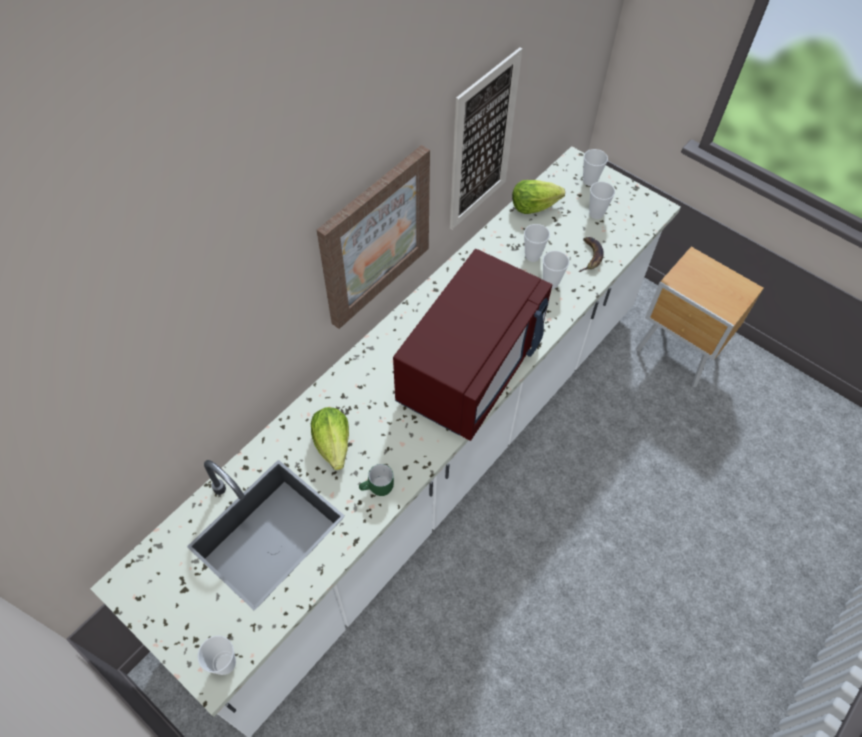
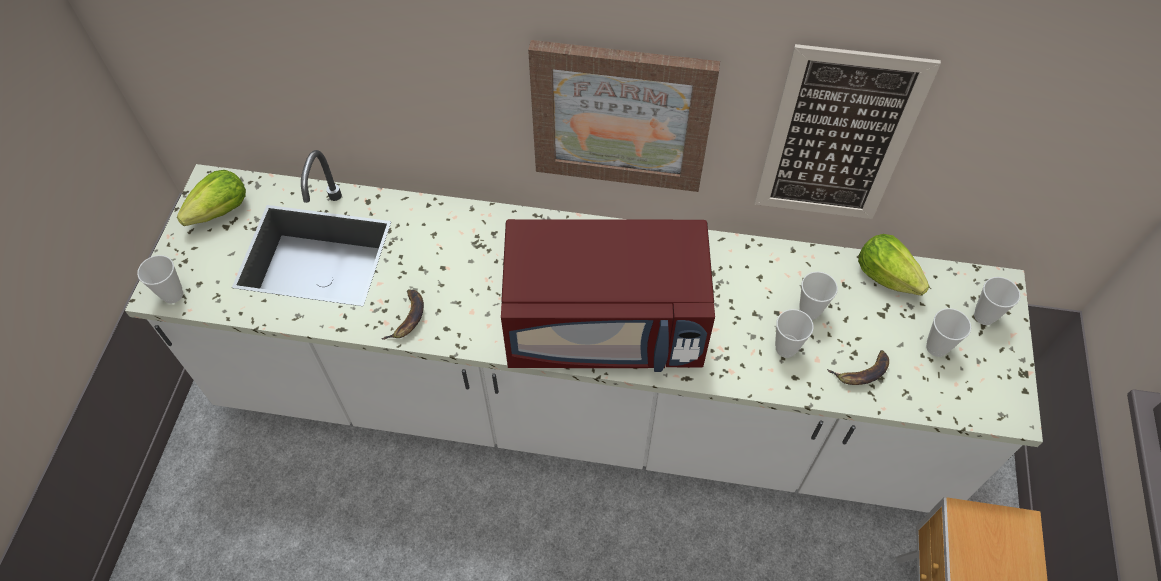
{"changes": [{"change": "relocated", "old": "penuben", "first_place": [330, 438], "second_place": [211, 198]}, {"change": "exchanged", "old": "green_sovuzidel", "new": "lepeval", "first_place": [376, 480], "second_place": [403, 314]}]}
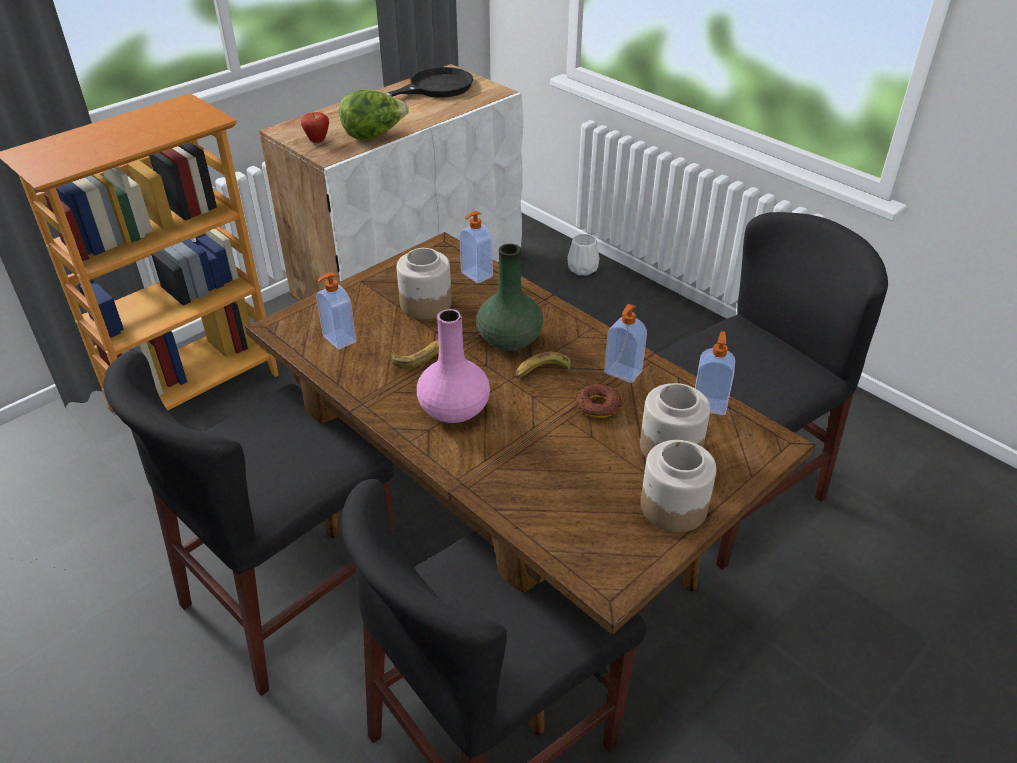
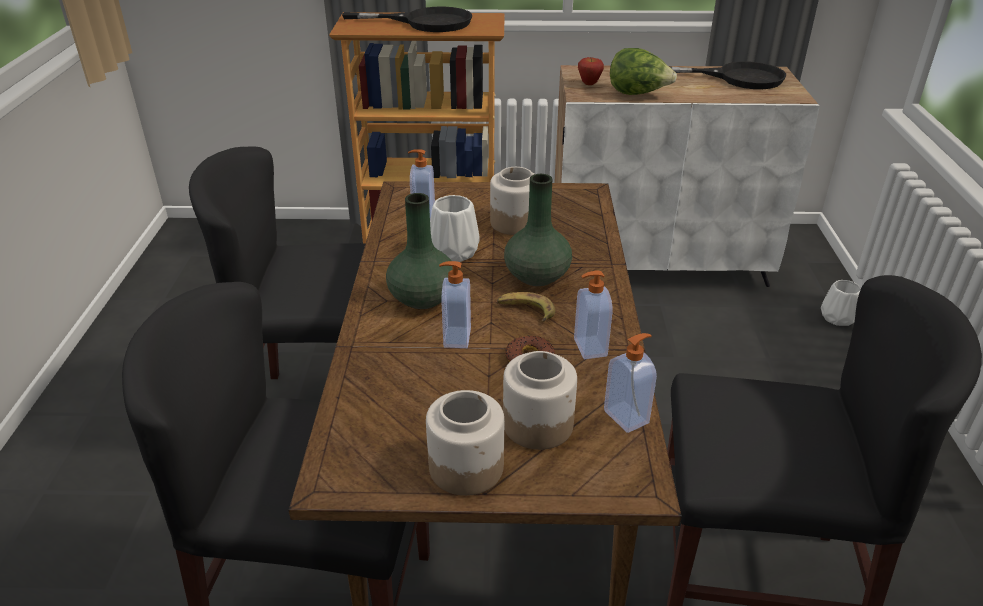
{"changes": [{"change": "appeared", "new": "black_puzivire", "second_place": [407, 19]}, {"change": "colour", "old": "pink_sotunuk", "new": "green_sotunuk", "first_place": [453, 366], "second_place": [419, 251]}, {"change": "exchanged", "old": "lepeval", "new": "white_sotunuk", "first_place": [414, 355], "second_place": [455, 228]}, {"change": "relocated", "old": "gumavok", "first_place": [476, 247], "second_place": [455, 304]}]}
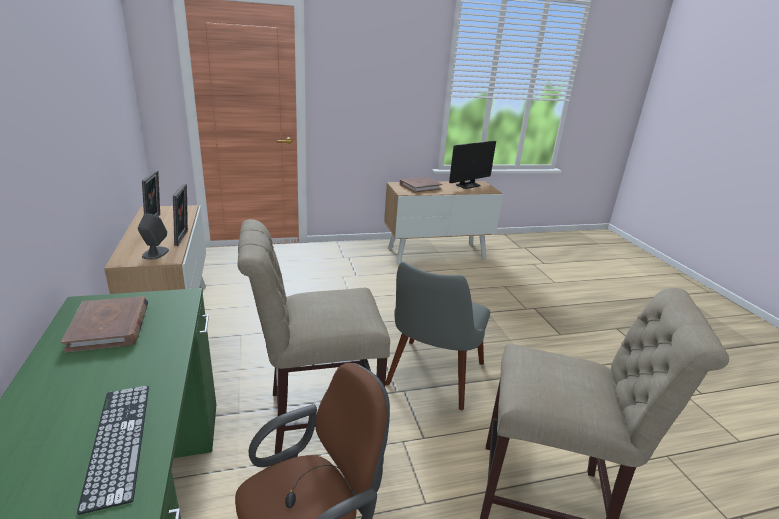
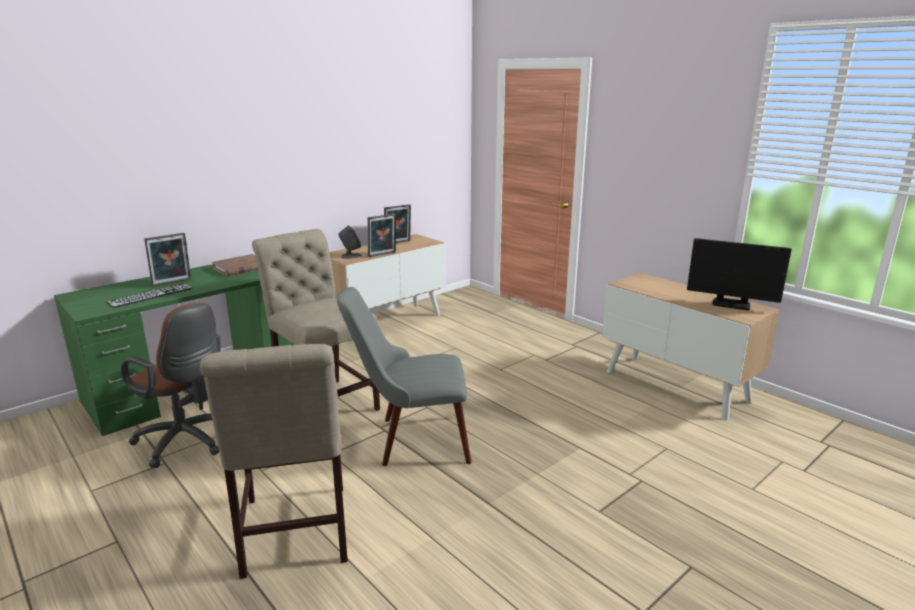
{"changes": [{"change": "appeared", "new": "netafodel", "second_place": [167, 259]}, {"change": "missing", "old": "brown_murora", "first_place": [421, 185]}]}
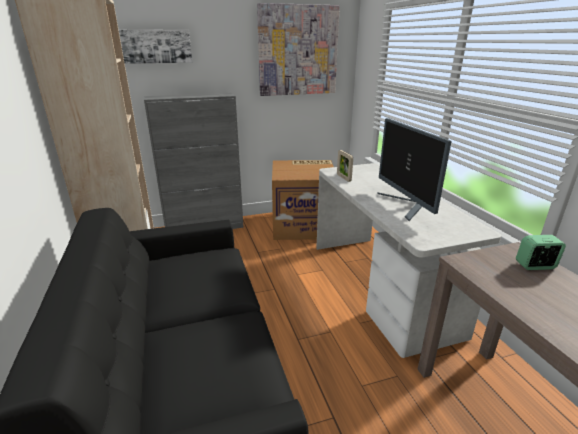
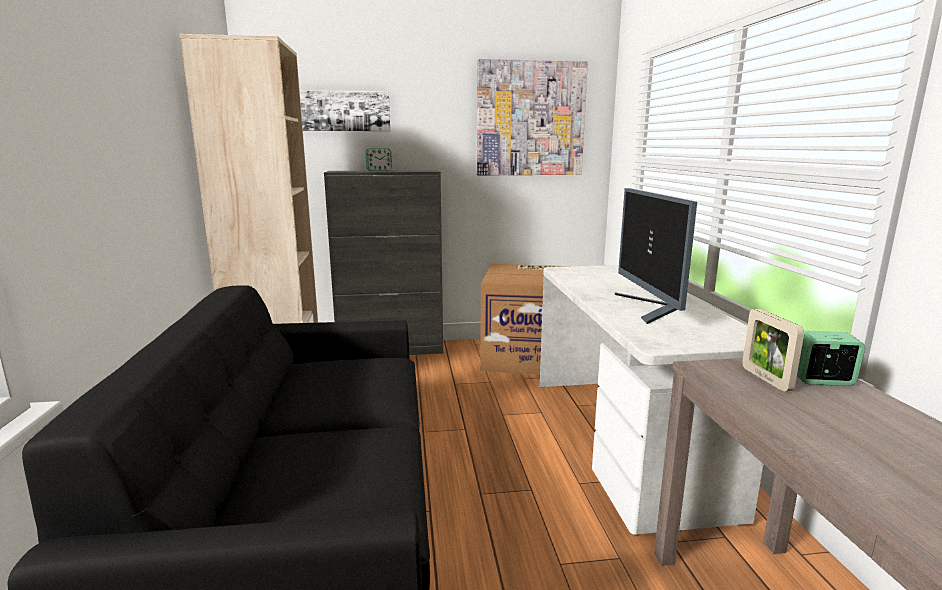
{"changes": [{"change": "appeared", "new": "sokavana", "second_place": [379, 159]}, {"change": "relocated", "old": "netafodel", "first_place": [345, 166], "second_place": [773, 350]}]}
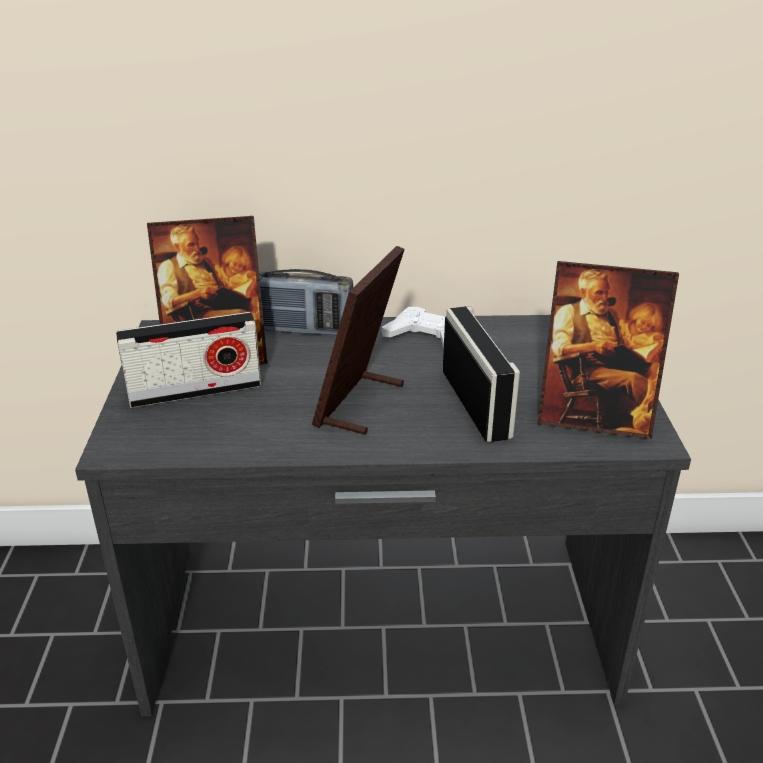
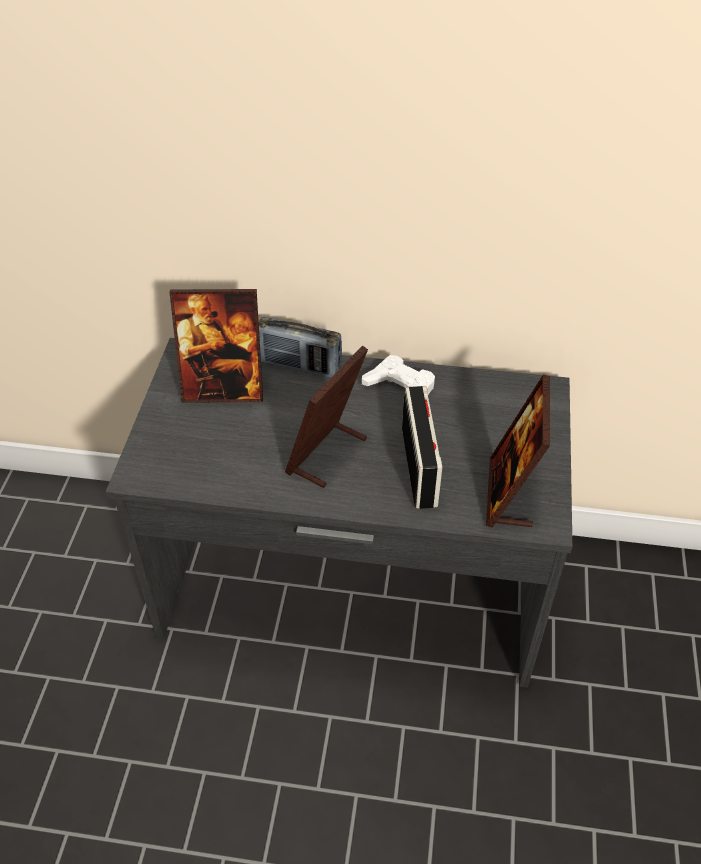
{"changes": [{"change": "spun", "old": "netafodel", "first_place": [608, 350], "second_place": [518, 451], "degrees": 75}, {"change": "missing", "old": "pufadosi", "first_place": [188, 360]}]}
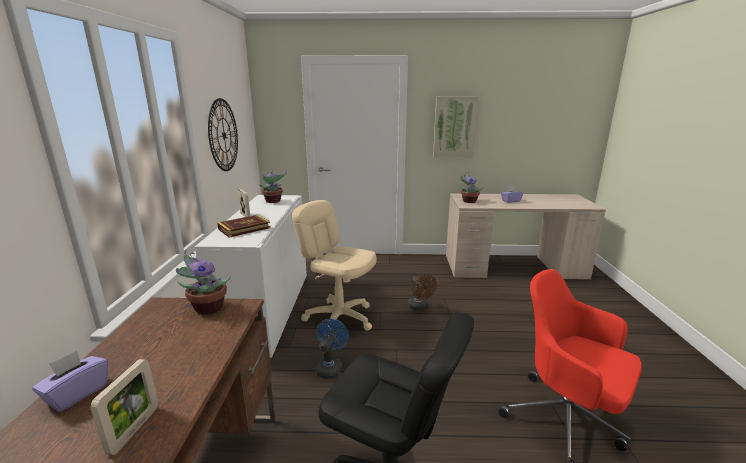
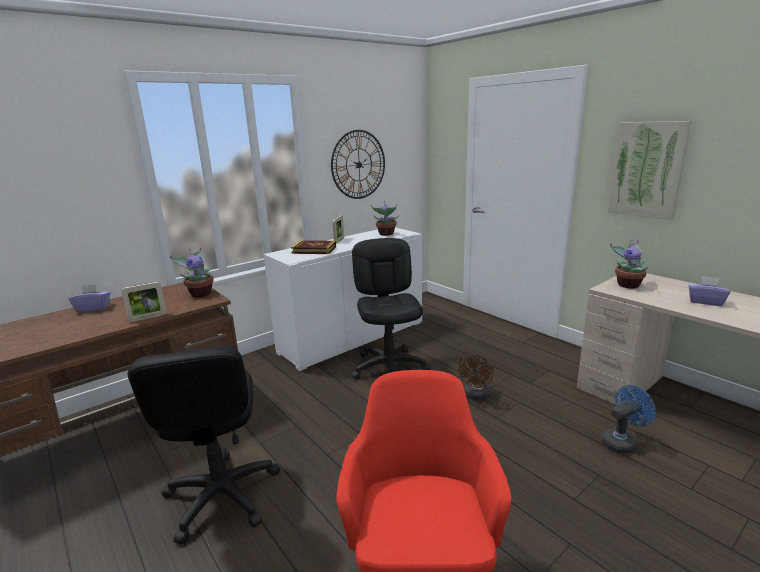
{"changes": [{"change": "relocated", "old": "netafodel", "first_place": [124, 407], "second_place": [144, 302]}, {"change": "colour", "old": "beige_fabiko", "new": "black_fabiko", "first_place": [334, 268], "second_place": [390, 309]}, {"change": "relocated", "old": "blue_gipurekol", "first_place": [332, 349], "second_place": [628, 419]}]}
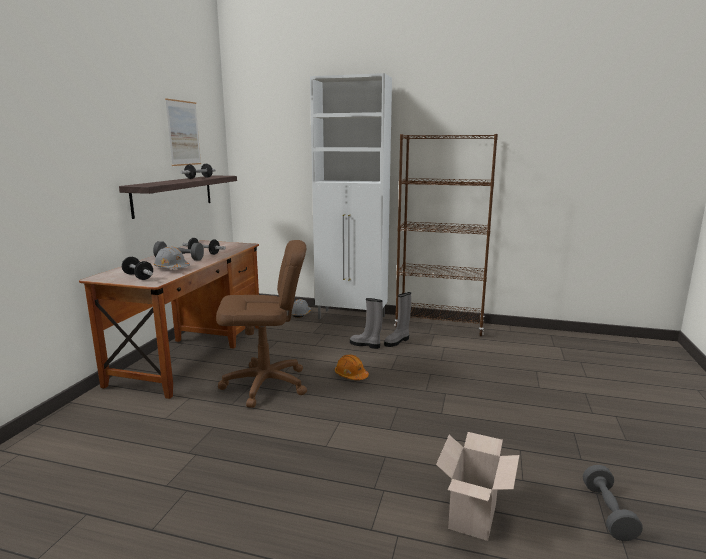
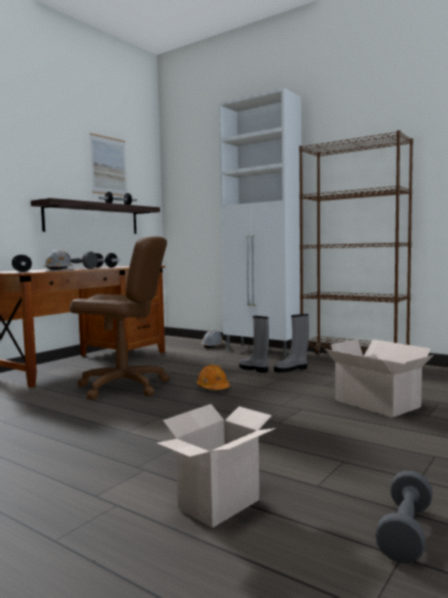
{"changes": [{"change": "appeared", "new": "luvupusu", "second_place": [379, 378]}]}
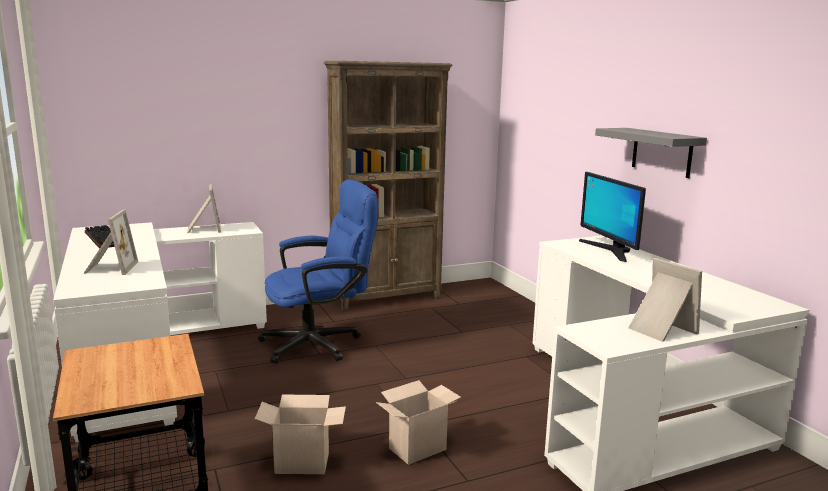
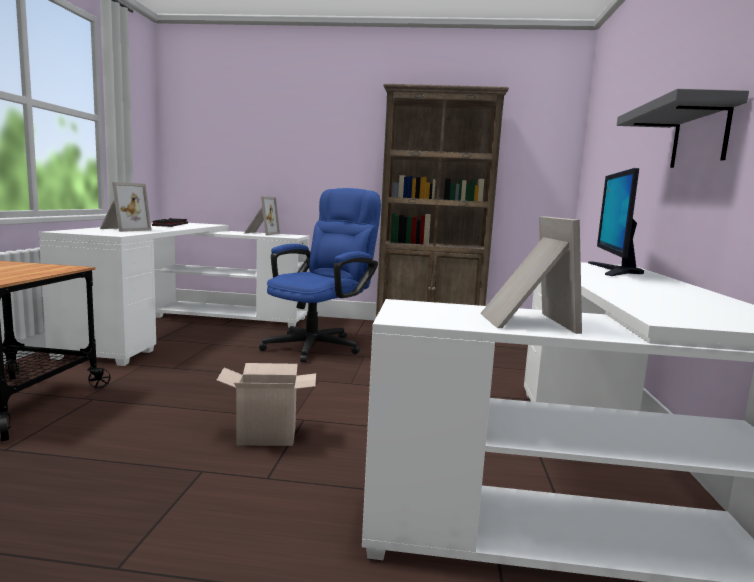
{"changes": [{"change": "spun", "old": "blue_fabiko", "first_place": [318, 271], "second_place": [320, 275], "degrees": -60}, {"change": "missing", "old": "luvupusu", "first_place": [300, 434]}]}
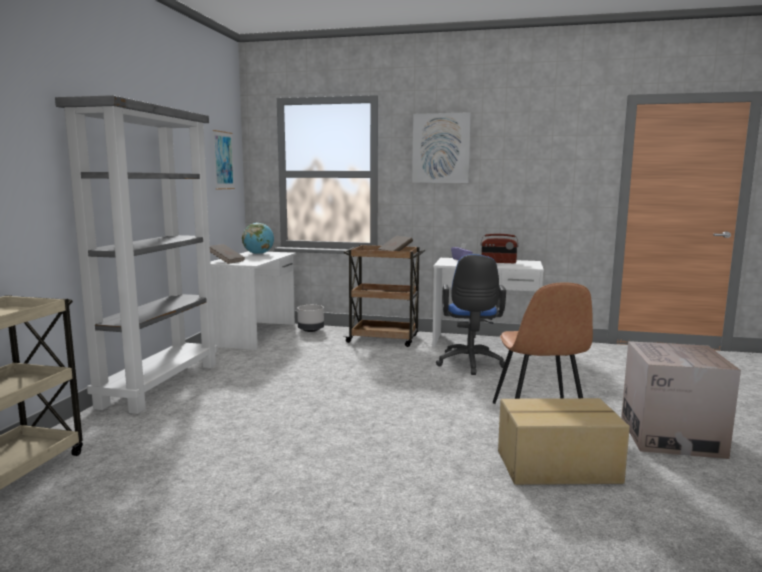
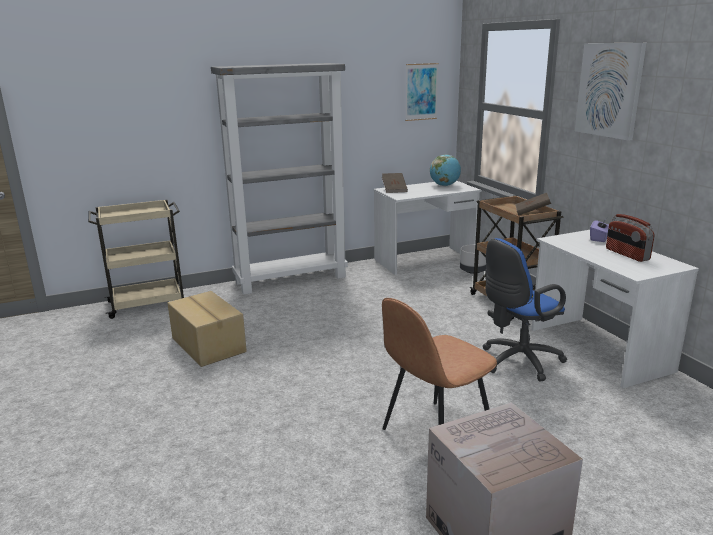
{"changes": [{"change": "relocated", "old": "luvupusu", "first_place": [564, 441], "second_place": [207, 329]}]}
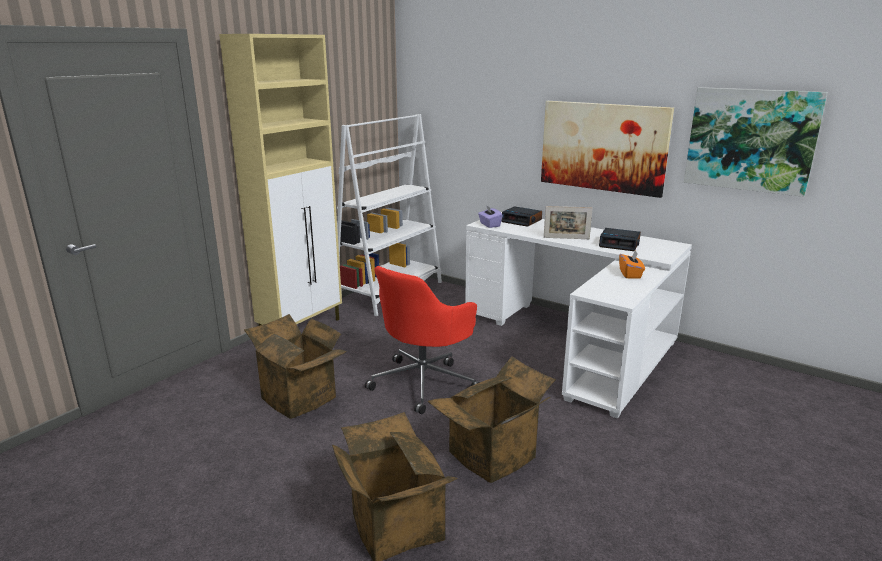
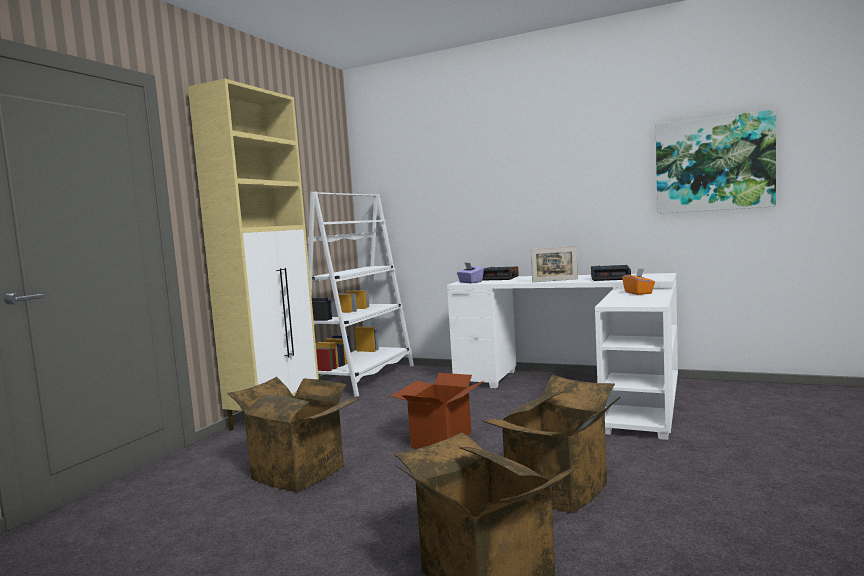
{"changes": [{"change": "exchanged", "old": "red_fabiko", "new": "luvupusu", "first_place": [422, 340], "second_place": [437, 411]}, {"change": "missing", "old": "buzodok", "first_place": [607, 149]}]}
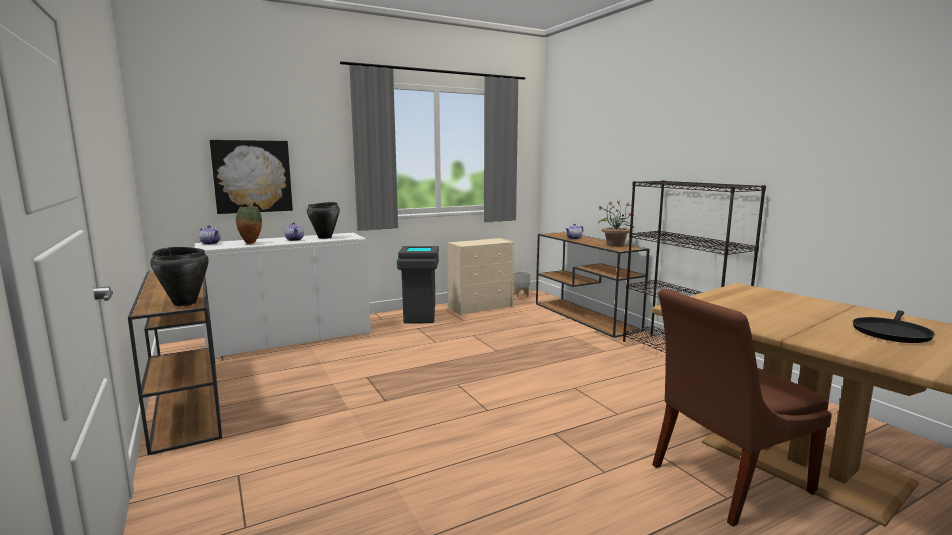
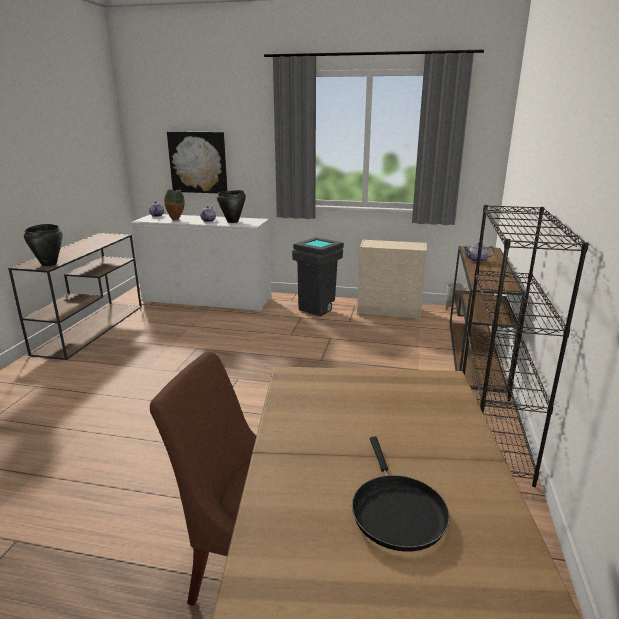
{"changes": [{"change": "spun", "old": "black_puzivire", "first_place": [894, 326], "second_place": [401, 494], "degrees": -90}, {"change": "missing", "old": "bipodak", "first_place": [616, 224]}]}
